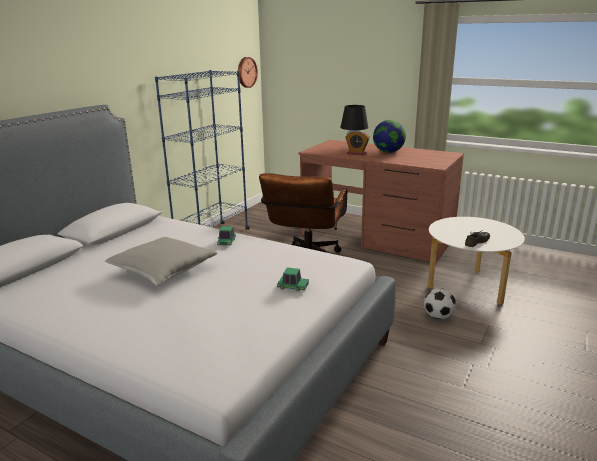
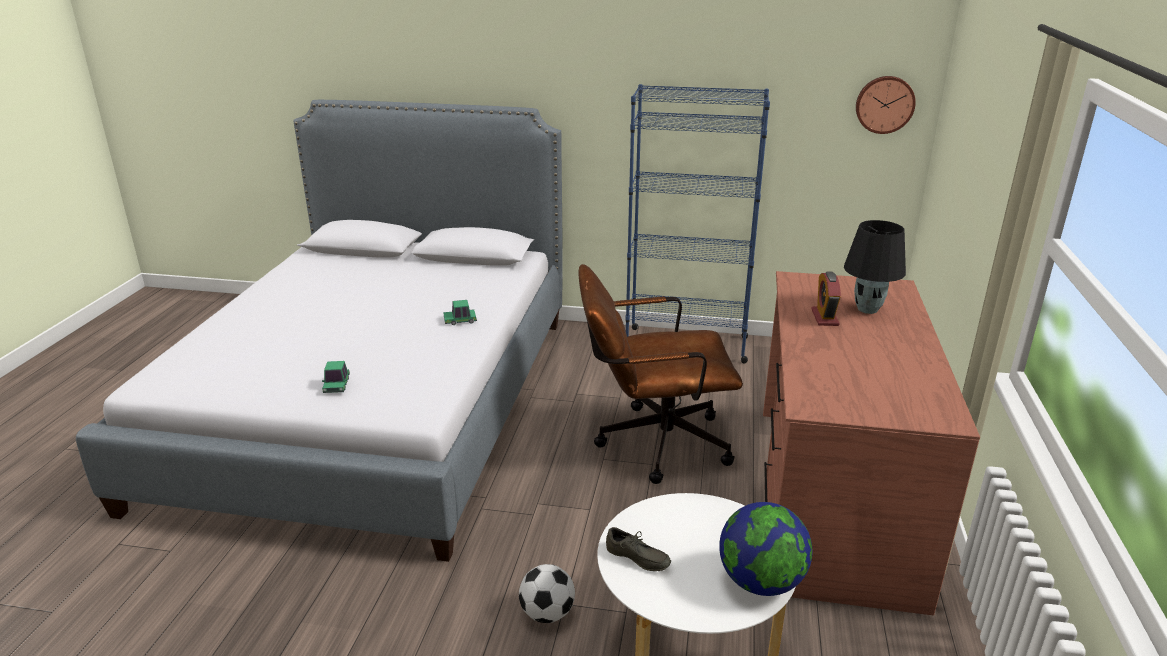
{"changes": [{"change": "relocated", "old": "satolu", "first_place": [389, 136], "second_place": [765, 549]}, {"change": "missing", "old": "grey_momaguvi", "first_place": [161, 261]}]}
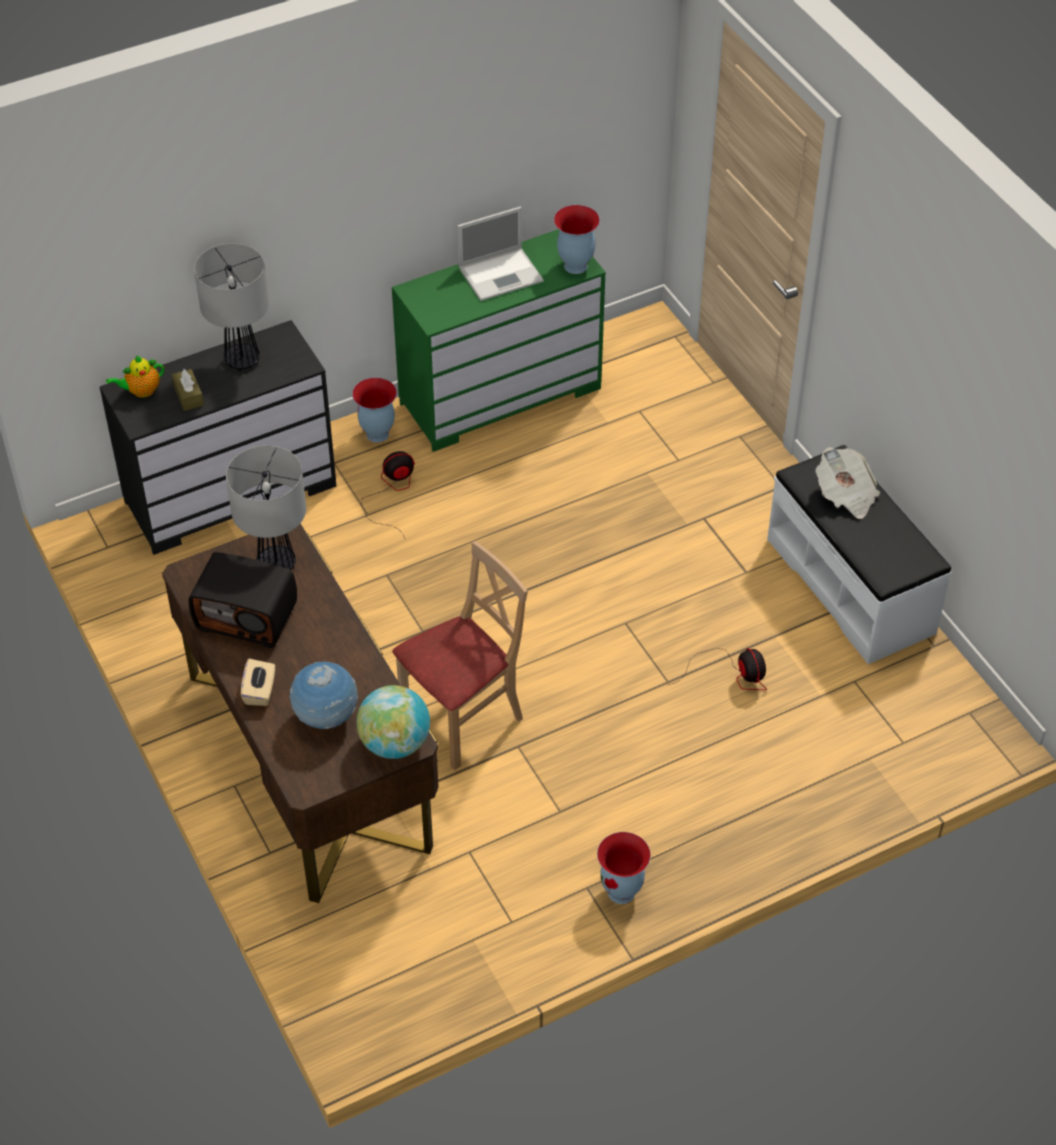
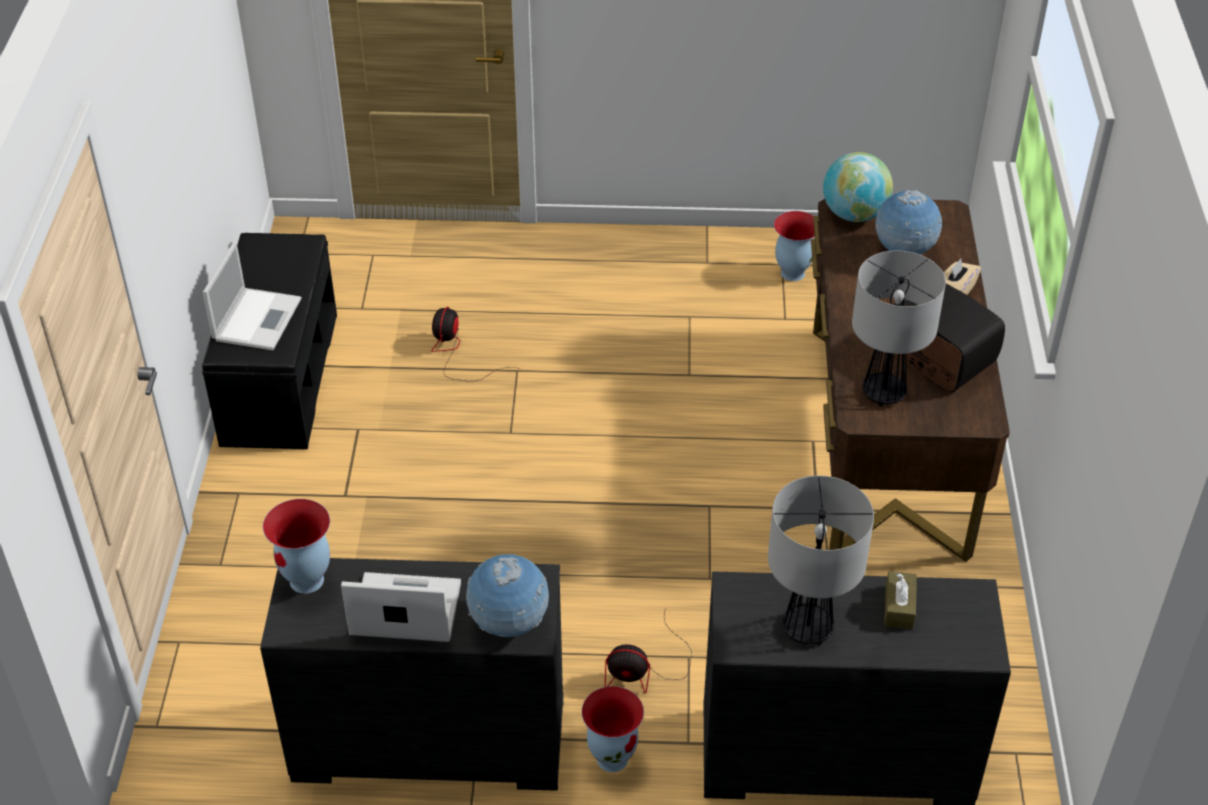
{"changes": [{"change": "colour", "old": "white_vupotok", "new": "black_vupotok", "first_place": [859, 554], "second_place": [269, 341]}, {"change": "exchanged", "old": "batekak", "new": "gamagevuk", "first_place": [848, 483], "second_place": [252, 296]}, {"change": "colour", "old": "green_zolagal", "new": "black_zolagal", "first_place": [499, 340], "second_place": [412, 674]}, {"change": "appeared", "new": "satolu", "second_place": [507, 595]}, {"change": "relocated", "old": "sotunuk", "first_place": [624, 868], "second_place": [794, 246]}, {"change": "missing", "old": "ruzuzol", "first_place": [135, 376]}, {"change": "missing", "old": "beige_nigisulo", "first_place": [460, 655]}]}
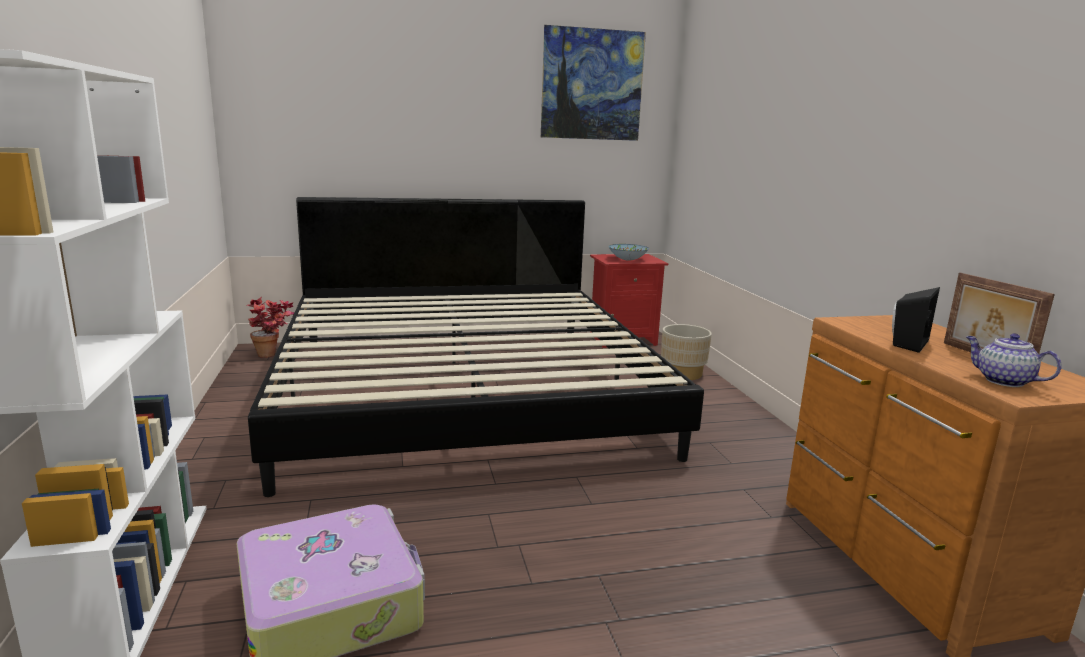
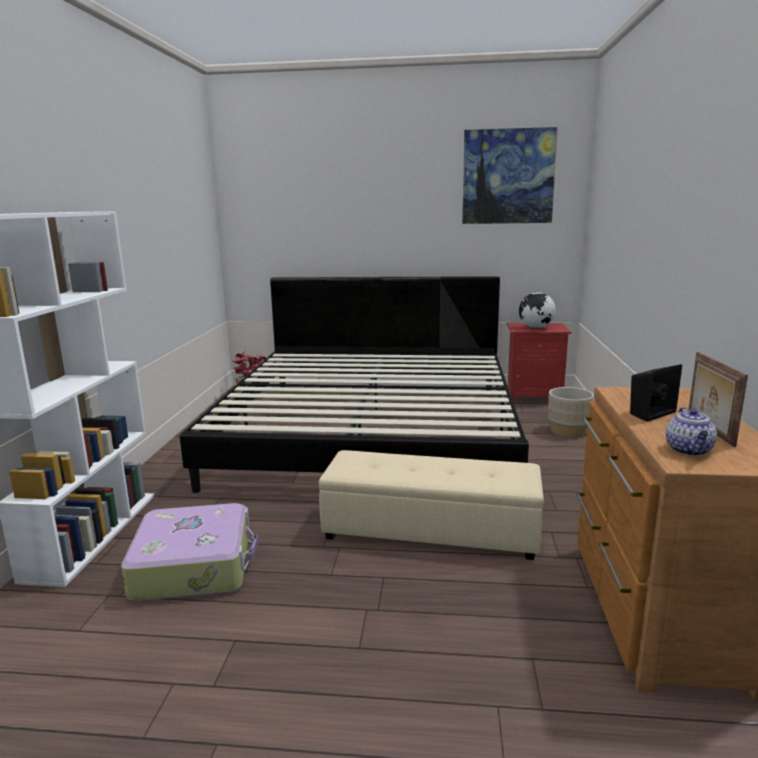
{"changes": [{"change": "appeared", "new": "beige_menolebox", "second_place": [431, 505]}, {"change": "exchanged", "old": "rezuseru", "new": "satolu", "first_place": [628, 252], "second_place": [537, 310]}, {"change": "spun", "old": "ruzuzol", "first_place": [1014, 360], "second_place": [691, 431], "degrees": -150}]}
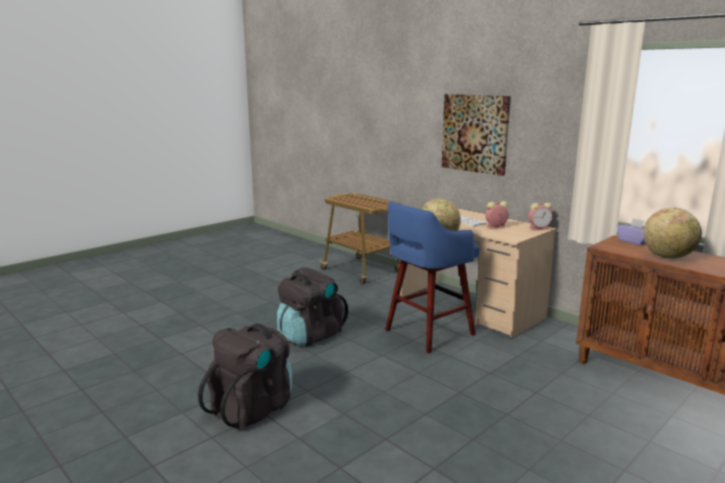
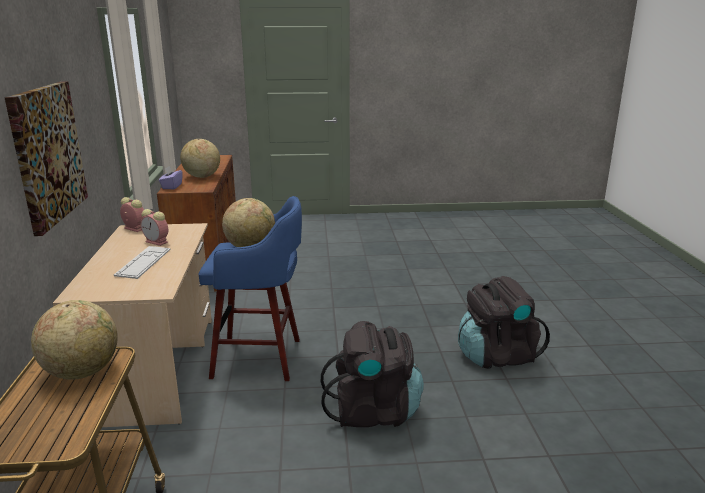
{"changes": [{"change": "appeared", "new": "satolu", "second_place": [74, 340]}]}
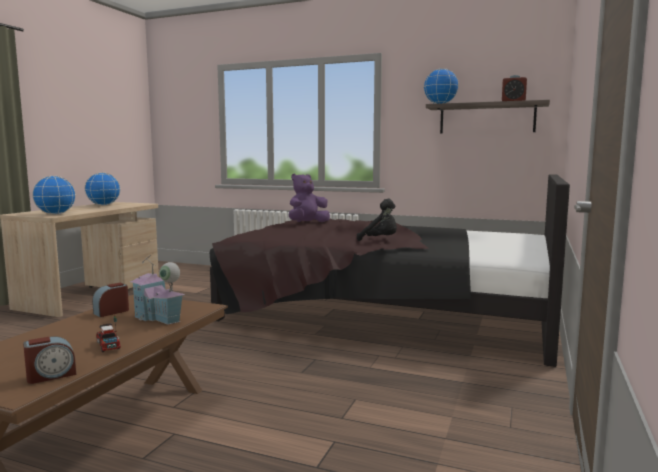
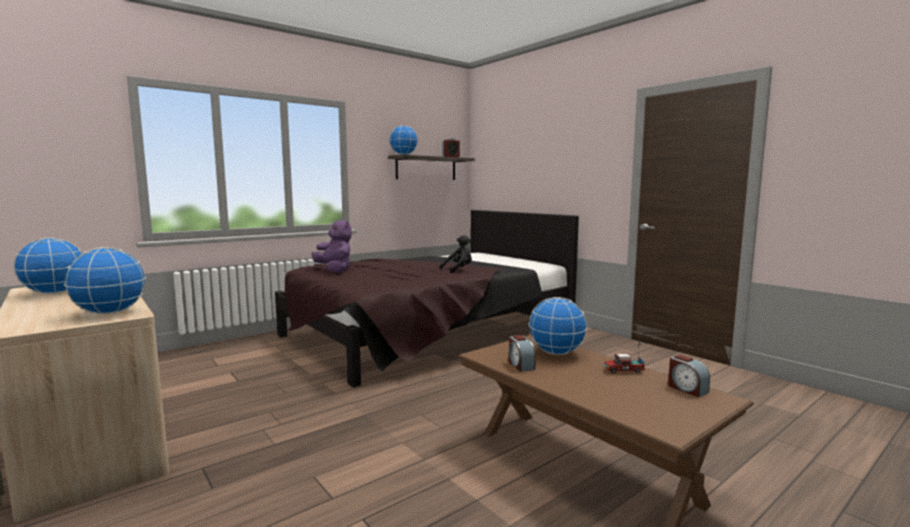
{"changes": [{"change": "spun", "old": "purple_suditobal", "first_place": [309, 198], "second_place": [332, 246], "degrees": 150}, {"change": "exchanged", "old": "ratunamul", "new": "satolu", "first_place": [157, 290], "second_place": [557, 326]}, {"change": "spun", "old": "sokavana", "first_place": [49, 360], "second_place": [689, 376], "degrees": 150}]}
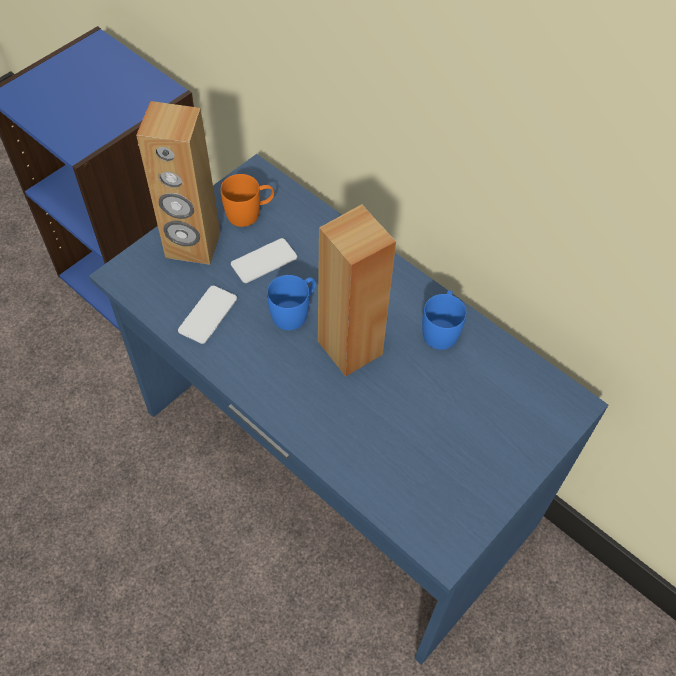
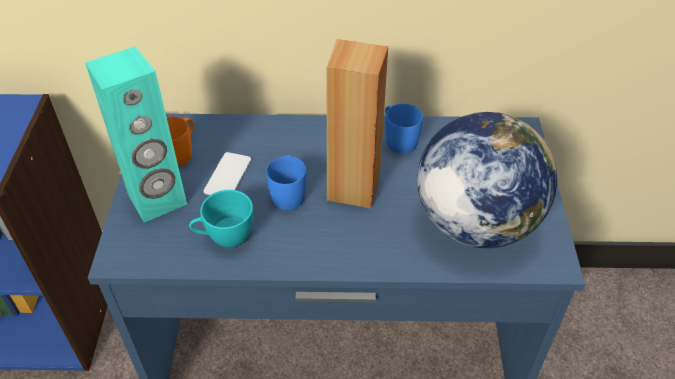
{"changes": [{"change": "colour", "old": "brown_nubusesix", "new": "turquoise_nubusesix", "first_place": [178, 183], "second_place": [136, 135]}, {"change": "exchanged", "old": "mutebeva", "new": "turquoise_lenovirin", "first_place": [207, 314], "second_place": [221, 219]}, {"change": "appeared", "new": "satolu", "second_place": [487, 180]}]}
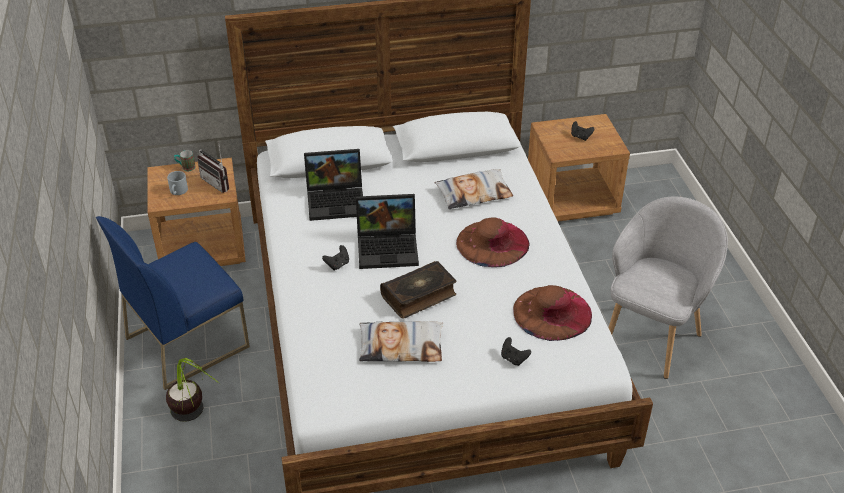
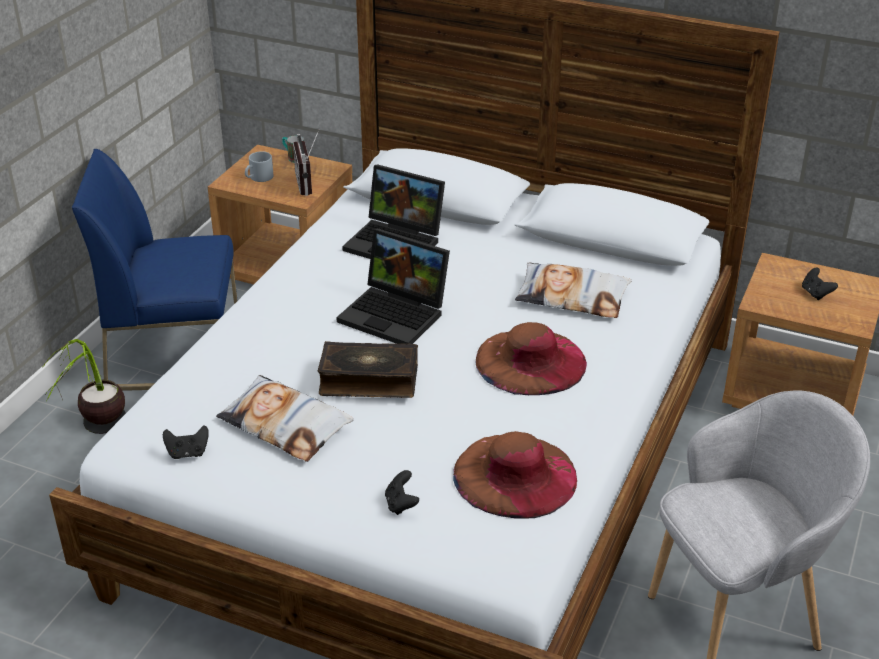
{"changes": [{"change": "relocated", "old": "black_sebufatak", "first_place": [335, 258], "second_place": [186, 442]}]}
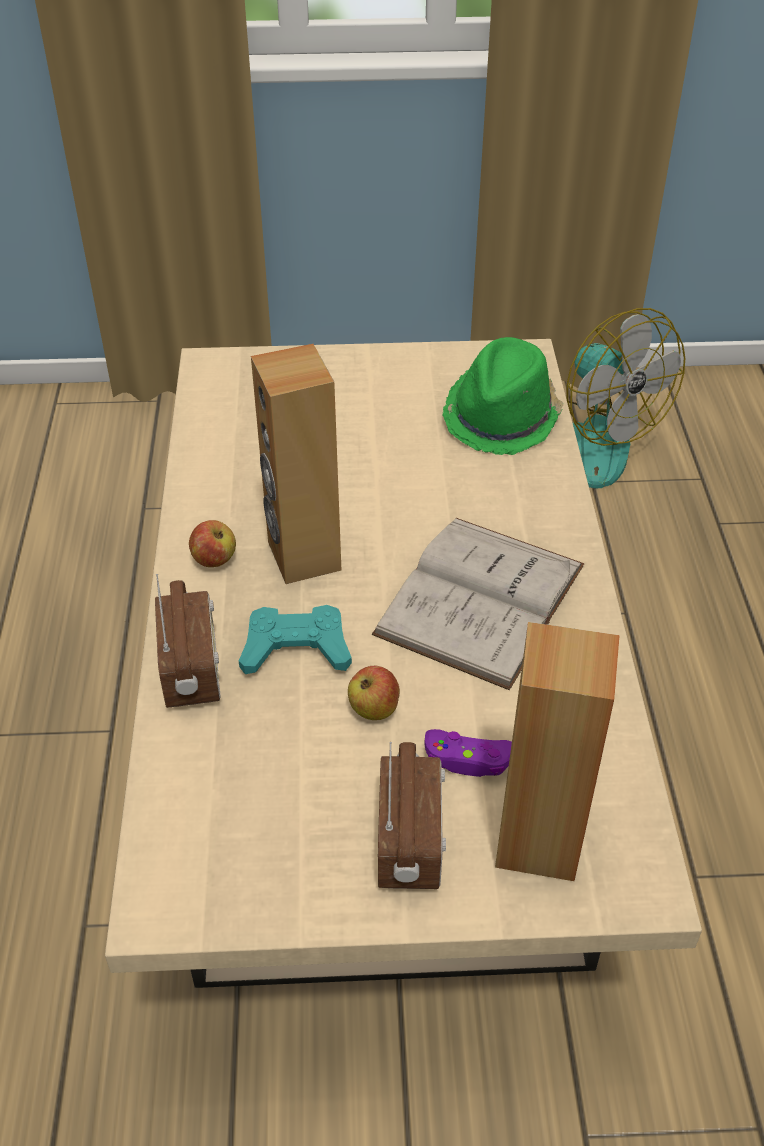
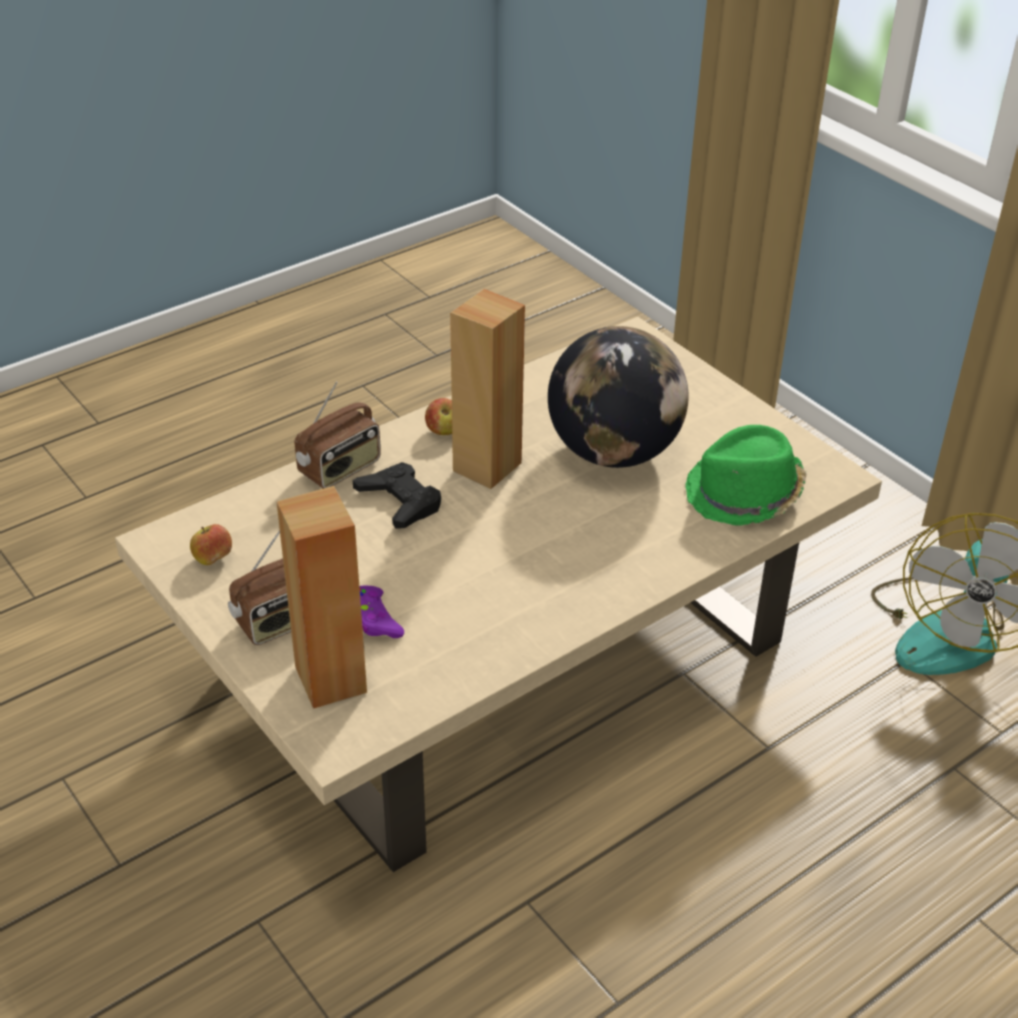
{"changes": [{"change": "relocated", "old": "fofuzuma", "first_place": [374, 693], "second_place": [211, 544]}, {"change": "colour", "old": "turquoise_sebufatak", "new": "black_sebufatak", "first_place": [295, 639], "second_place": [397, 495]}, {"change": "appeared", "new": "satolu", "second_place": [618, 397]}, {"change": "missing", "old": "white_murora", "first_place": [478, 604]}]}
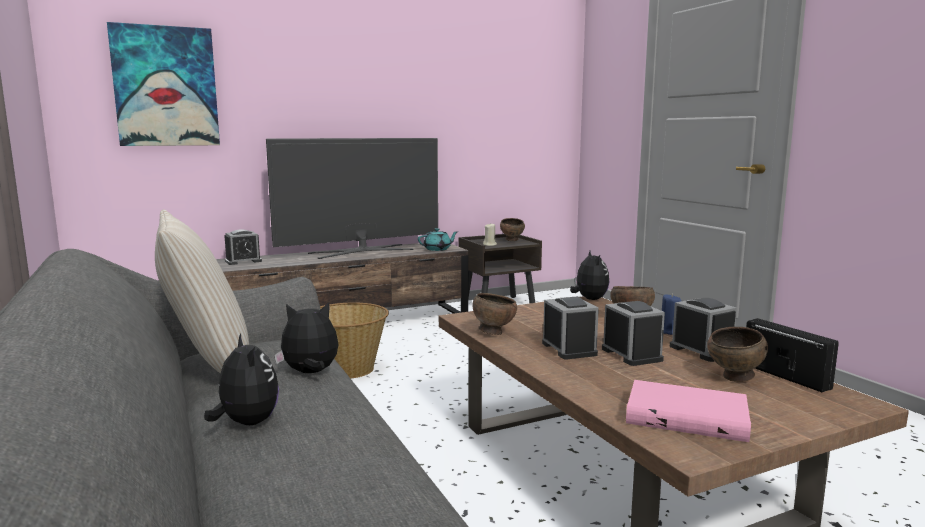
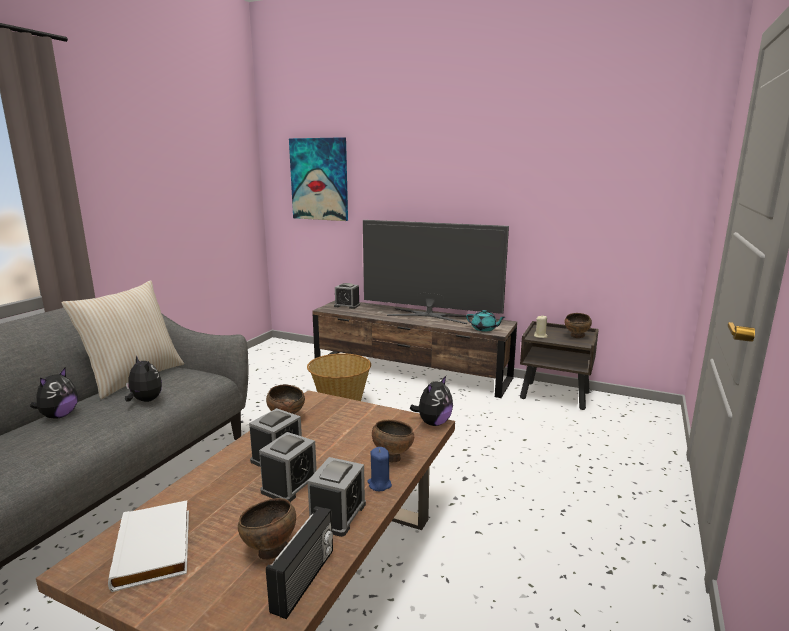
{"changes": [{"change": "colour", "old": "pink_murora", "new": "white_murora", "first_place": [688, 411], "second_place": [148, 546]}]}
